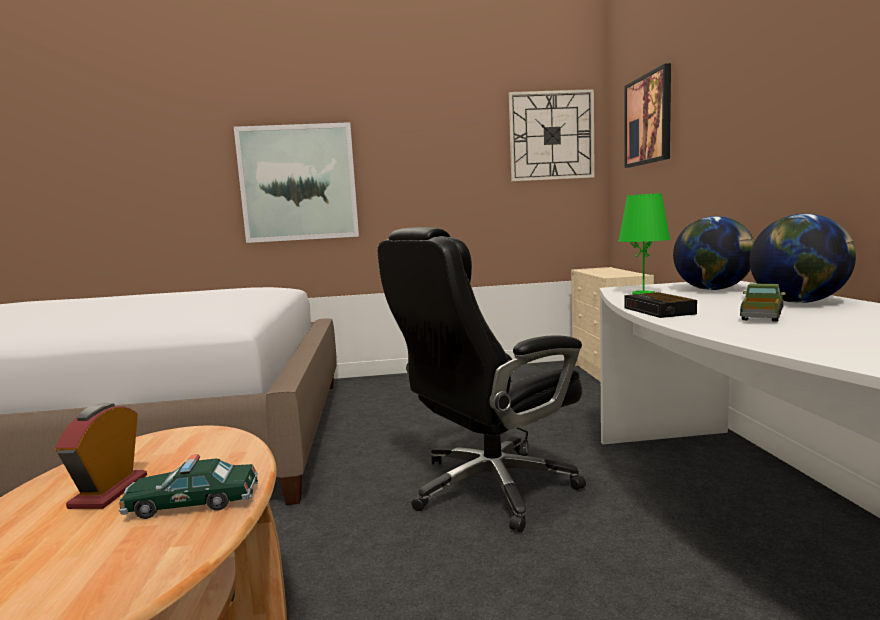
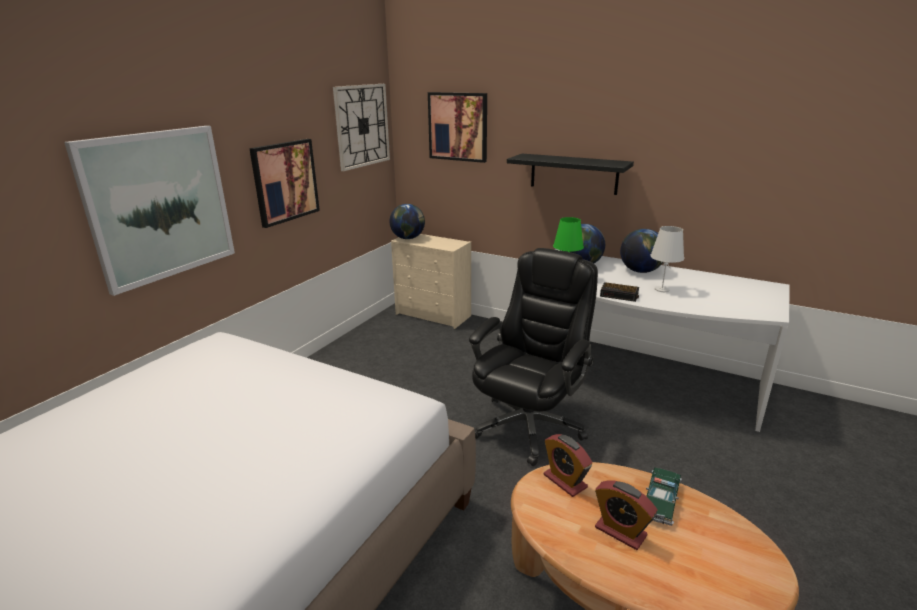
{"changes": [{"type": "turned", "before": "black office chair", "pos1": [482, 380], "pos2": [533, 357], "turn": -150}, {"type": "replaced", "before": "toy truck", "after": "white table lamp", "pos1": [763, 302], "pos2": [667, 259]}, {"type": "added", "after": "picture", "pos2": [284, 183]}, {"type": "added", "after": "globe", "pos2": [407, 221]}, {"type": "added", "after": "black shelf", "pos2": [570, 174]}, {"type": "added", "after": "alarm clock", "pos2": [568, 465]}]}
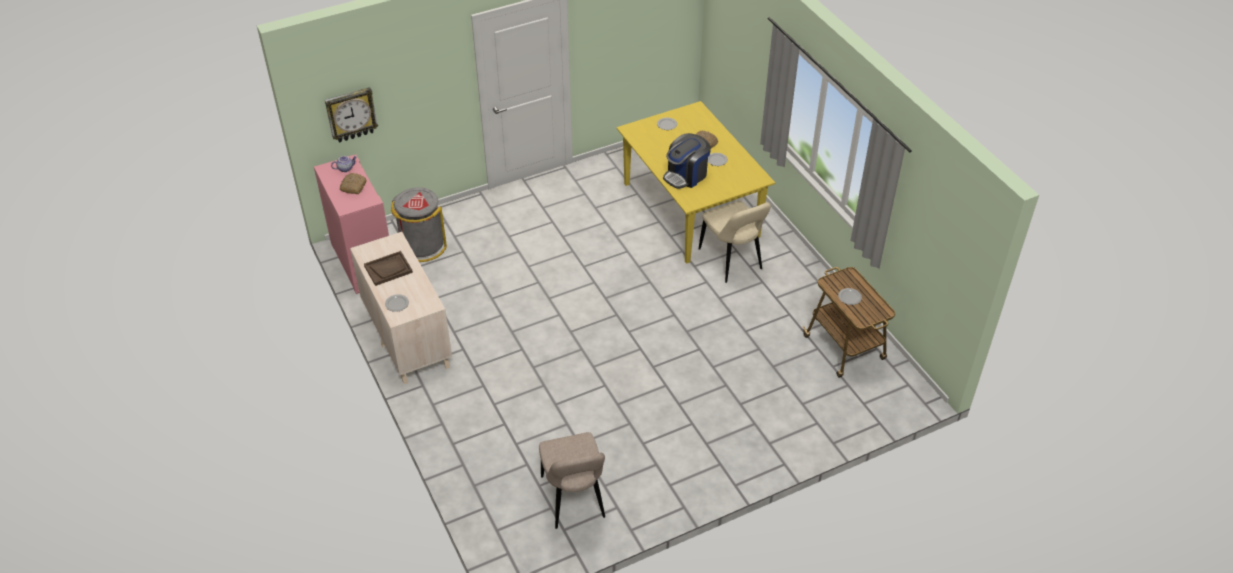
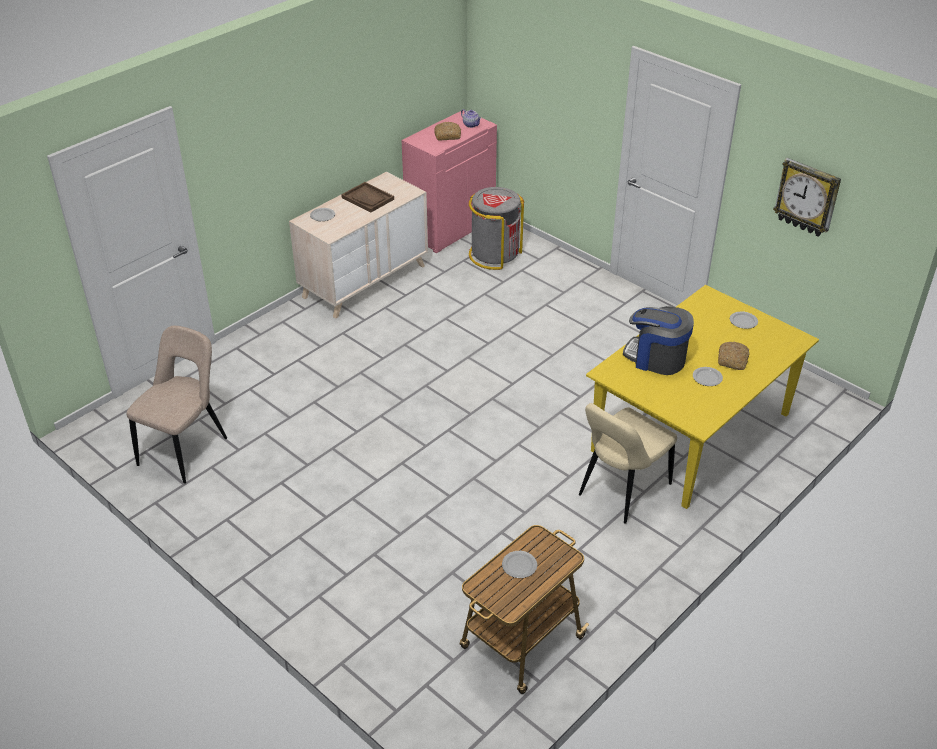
{"changes": [{"type": "moved", "before": "wall clock", "pos1": [351, 115], "pos2": [807, 197]}, {"type": "turned", "before": "beige chair", "pos1": [572, 480], "pos2": [177, 404], "turn": 150}]}
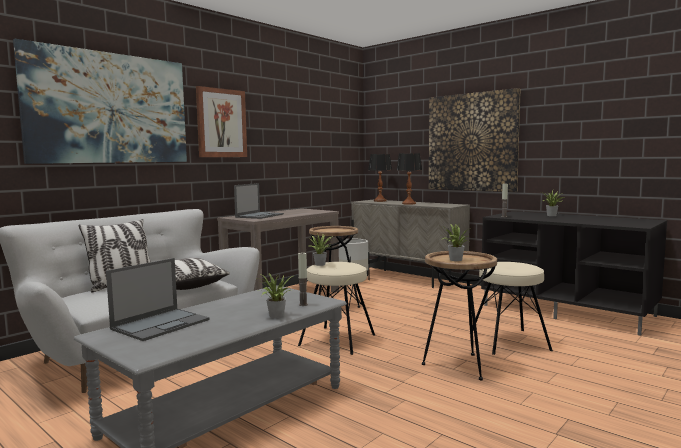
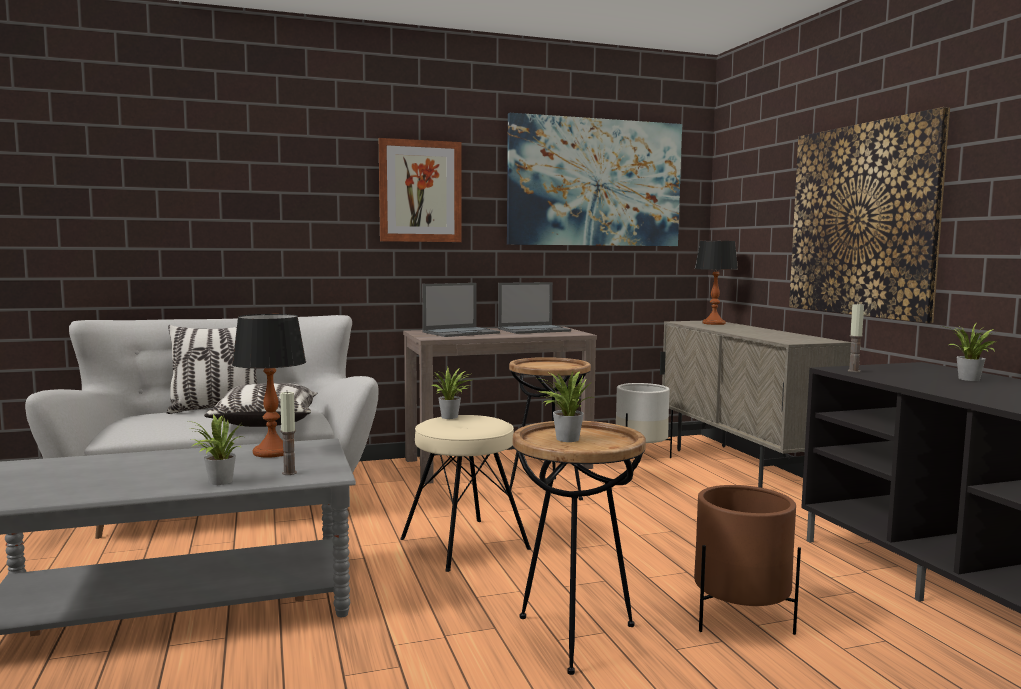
{"changes": [{"type": "moved", "before": "picture", "pos1": [100, 101], "pos2": [594, 179]}, {"type": "moved", "before": "laptop", "pos1": [158, 299], "pos2": [534, 308]}, {"type": "moved", "before": "table lamp", "pos1": [409, 179], "pos2": [269, 386]}, {"type": "replaced", "before": "beige stool", "after": "brown planter", "pos1": [513, 308], "pos2": [747, 560]}]}
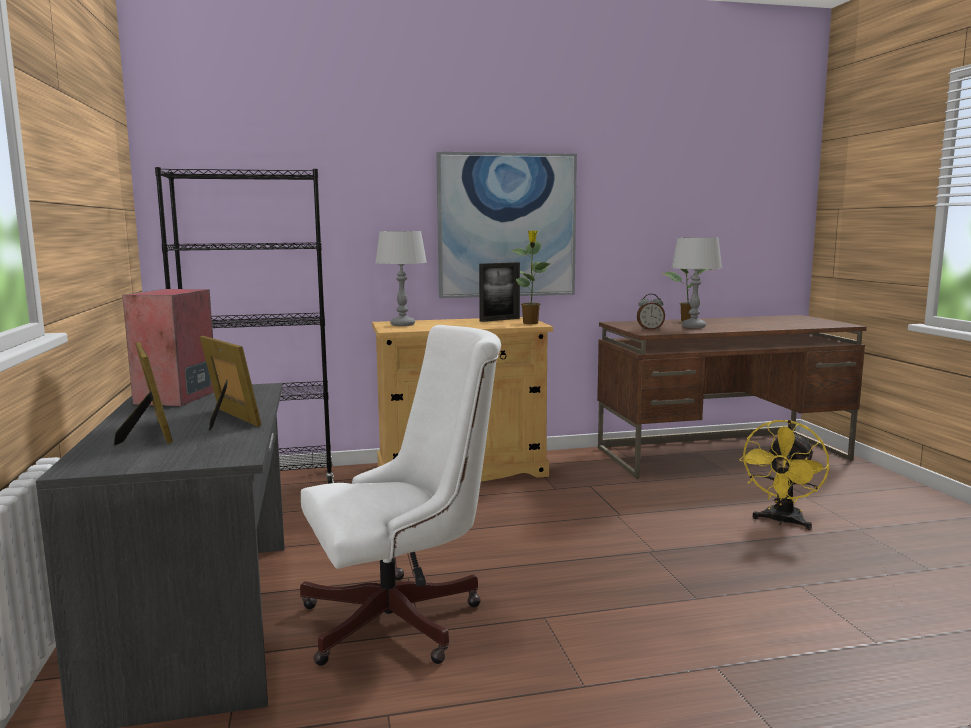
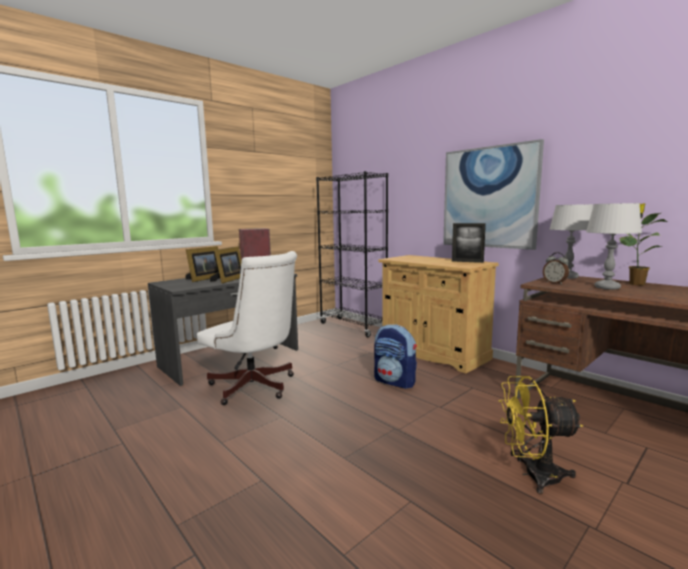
{"changes": [{"type": "moved", "before": "grey table lamp", "pos1": [401, 278], "pos2": [571, 241]}, {"type": "removed", "before": "potted plant", "pos1": [530, 277]}, {"type": "added", "after": "backpack", "pos2": [395, 356]}]}
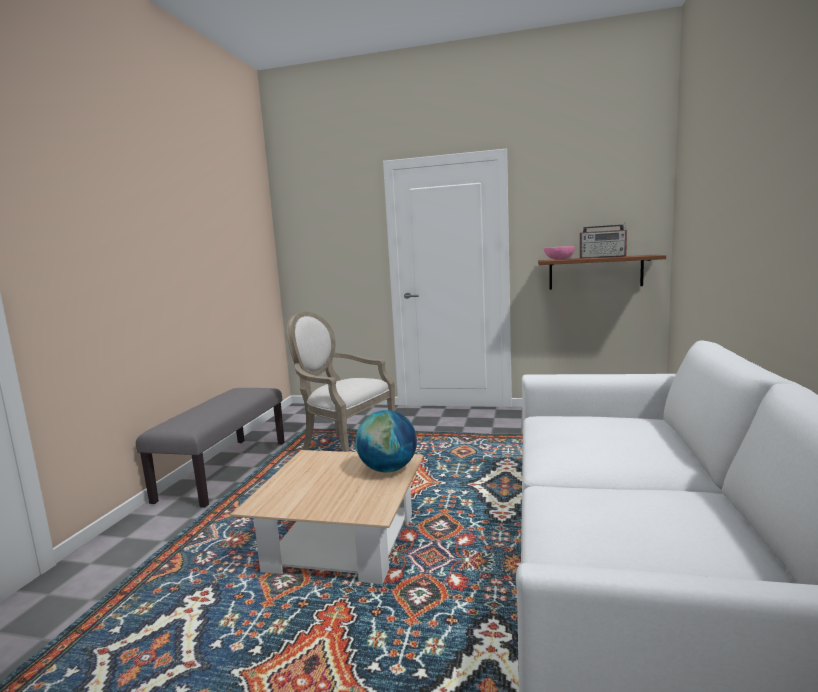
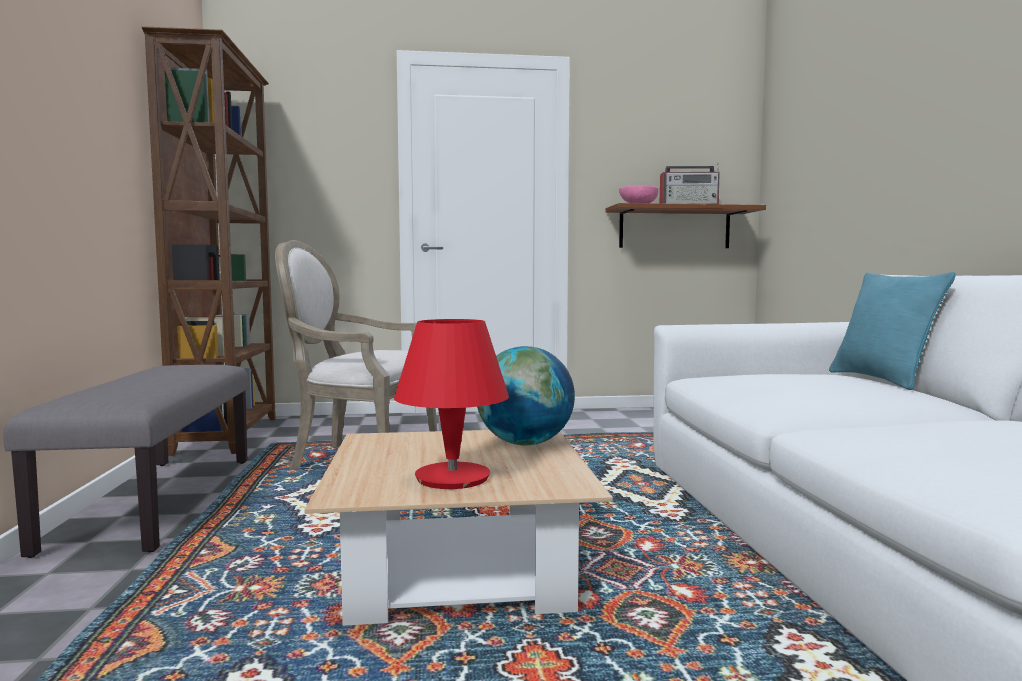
{"changes": [{"type": "added", "after": "brown bookcase", "pos2": [209, 241]}, {"type": "added", "after": "red table lamp", "pos2": [451, 404]}, {"type": "added", "after": "turquoise pillow", "pos2": [892, 331]}]}
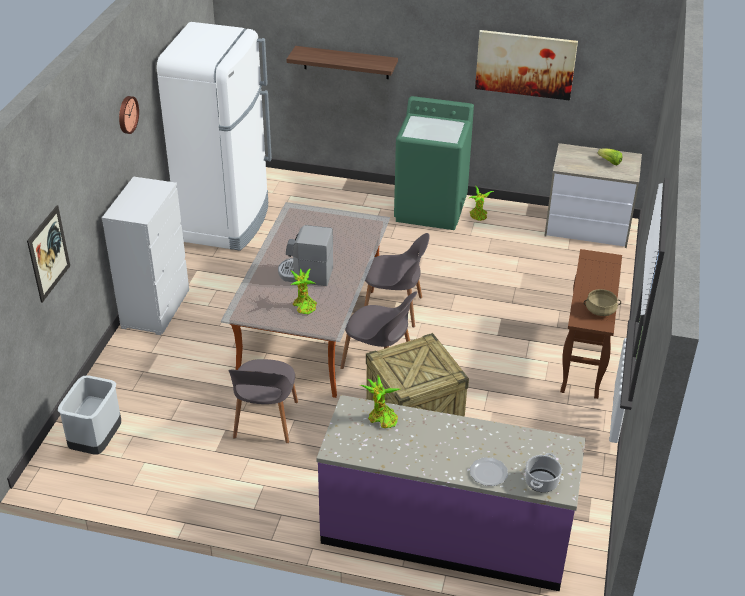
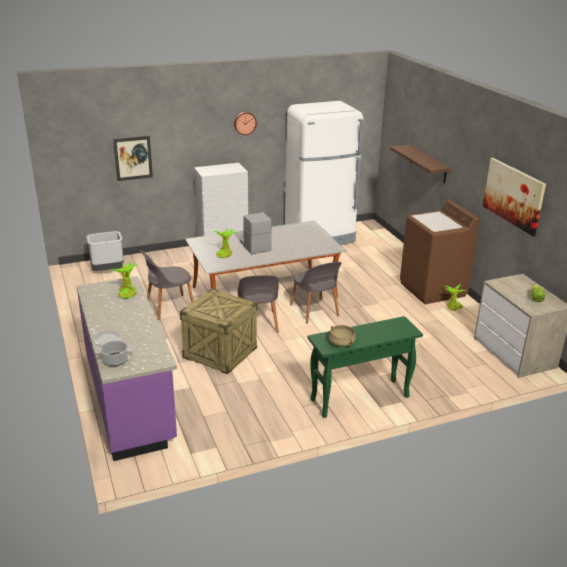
{"changes": [{"type": "recoloured", "before": "green washing machine", "after": "brown washing machine", "pos1": [434, 163], "pos2": [440, 252]}, {"type": "recoloured", "before": "brown console table", "after": "green console table", "pos1": [591, 324], "pos2": [365, 367]}]}
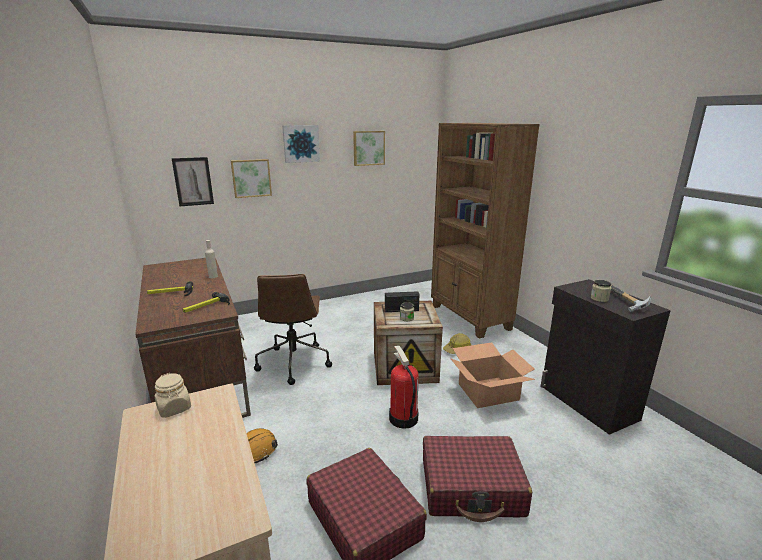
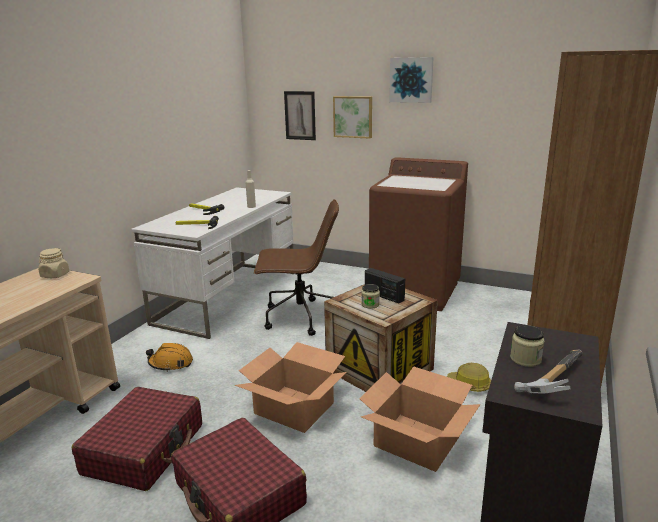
{"changes": [{"type": "recoloured", "before": "brown desk", "after": "white desk", "pos1": [193, 338], "pos2": [212, 263]}, {"type": "turned", "before": "brown office chair", "pos1": [293, 329], "pos2": [296, 267], "turn": -135}, {"type": "removed", "before": "picture", "pos1": [369, 148]}, {"type": "replaced", "before": "fire extinguisher", "after": "cardboard box", "pos1": [404, 387], "pos2": [291, 387]}, {"type": "added", "after": "brown washing machine", "pos2": [418, 234]}]}
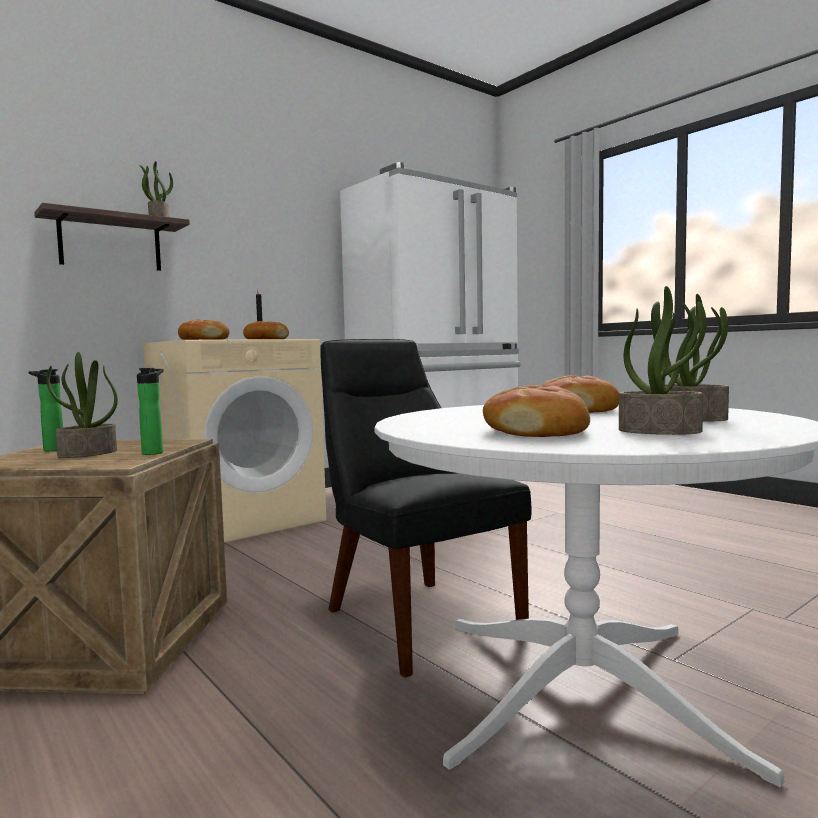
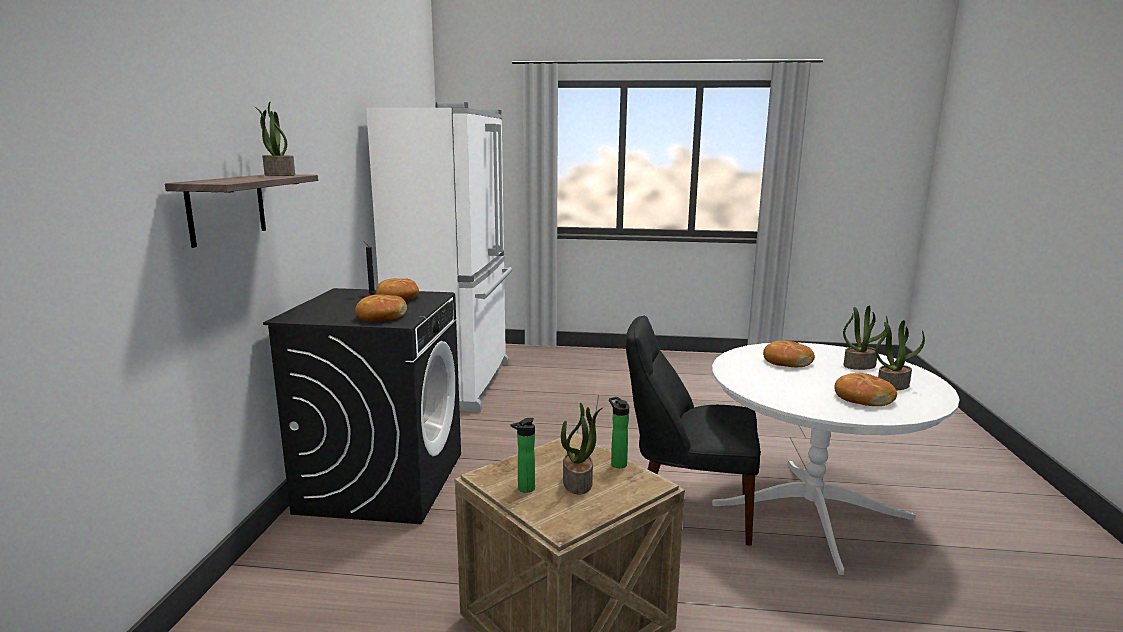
{"changes": [{"type": "recoloured", "before": "beige washing machine", "after": "black washing machine", "pos1": [234, 441], "pos2": [362, 406]}]}
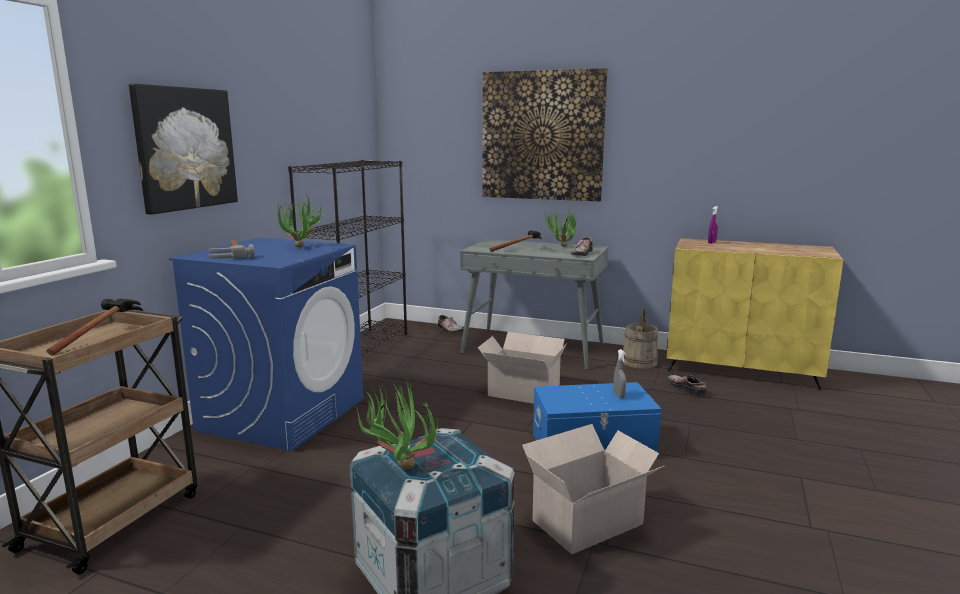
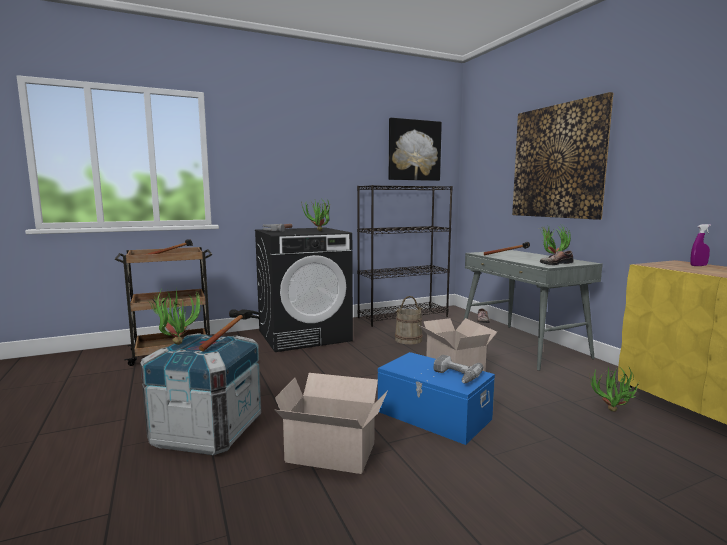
{"changes": [{"type": "moved", "before": "picture", "pos1": [183, 149], "pos2": [415, 149]}, {"type": "recoloured", "before": "blue washing machine", "after": "black washing machine", "pos1": [266, 344], "pos2": [304, 290]}, {"type": "replaced", "before": "grey spray bottle", "after": "power drill", "pos1": [619, 373], "pos2": [458, 369]}, {"type": "moved", "before": "beige bucket", "pos1": [640, 338], "pos2": [409, 320]}, {"type": "replaced", "before": "shoe", "after": "potted plant", "pos1": [687, 385], "pos2": [614, 389]}, {"type": "added", "after": "hammer", "pos2": [229, 330]}]}
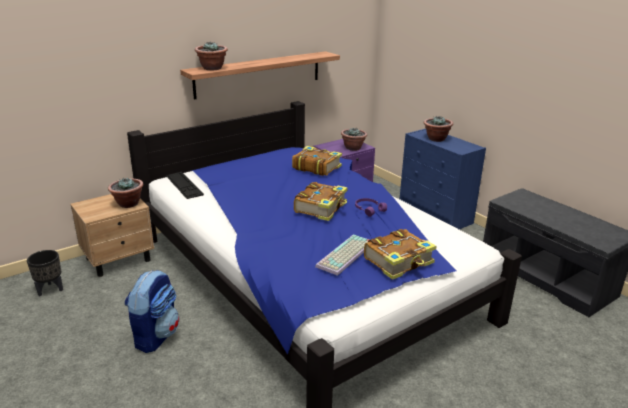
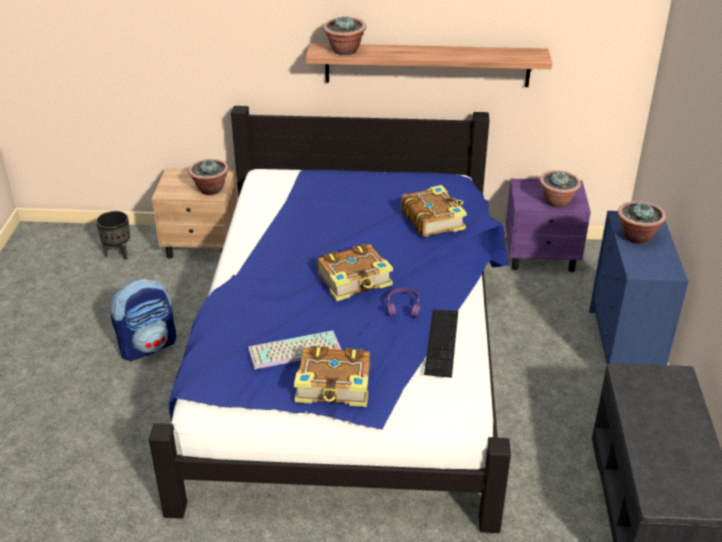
{"changes": [{"type": "moved", "before": "keyboard", "pos1": [185, 185], "pos2": [441, 344]}]}
